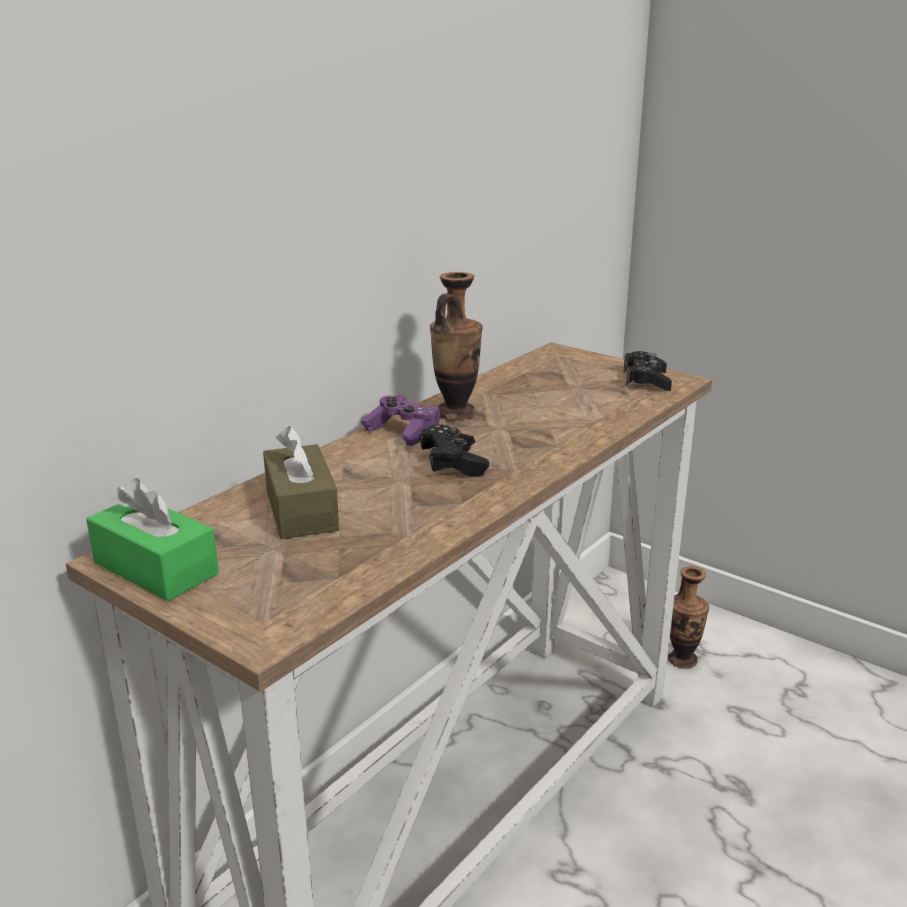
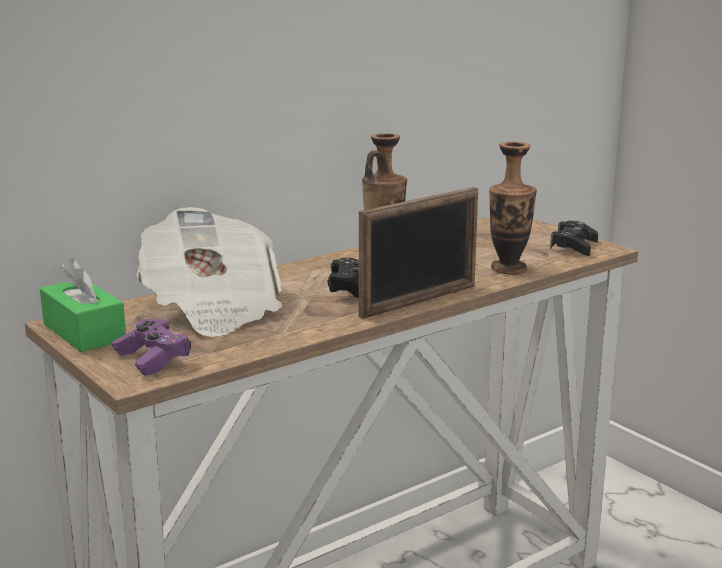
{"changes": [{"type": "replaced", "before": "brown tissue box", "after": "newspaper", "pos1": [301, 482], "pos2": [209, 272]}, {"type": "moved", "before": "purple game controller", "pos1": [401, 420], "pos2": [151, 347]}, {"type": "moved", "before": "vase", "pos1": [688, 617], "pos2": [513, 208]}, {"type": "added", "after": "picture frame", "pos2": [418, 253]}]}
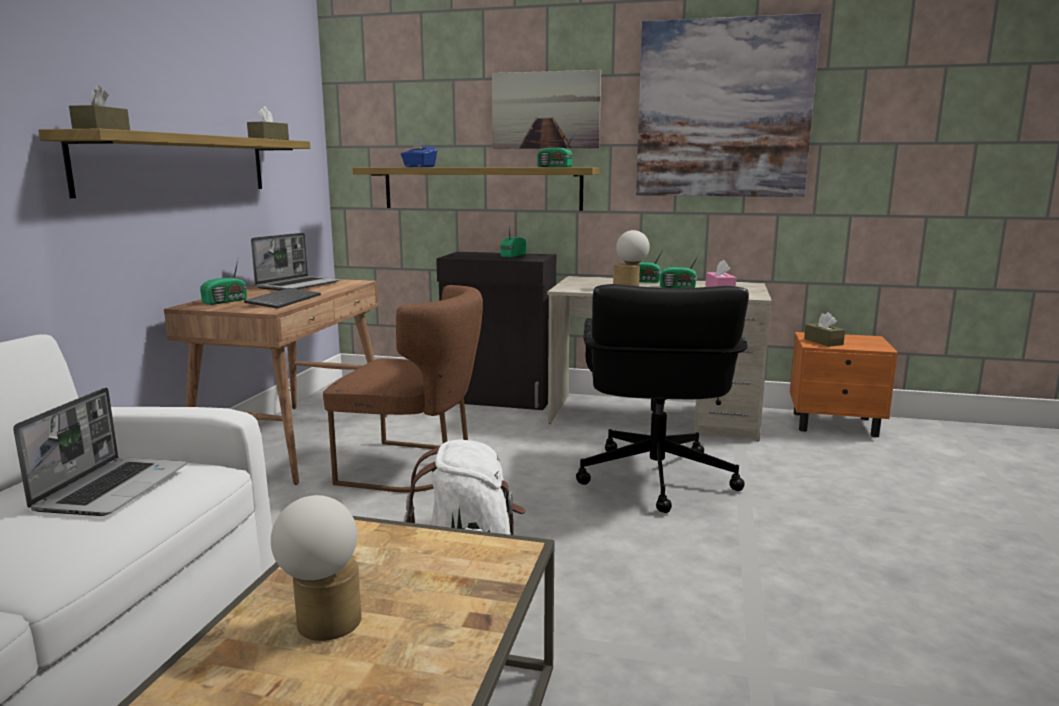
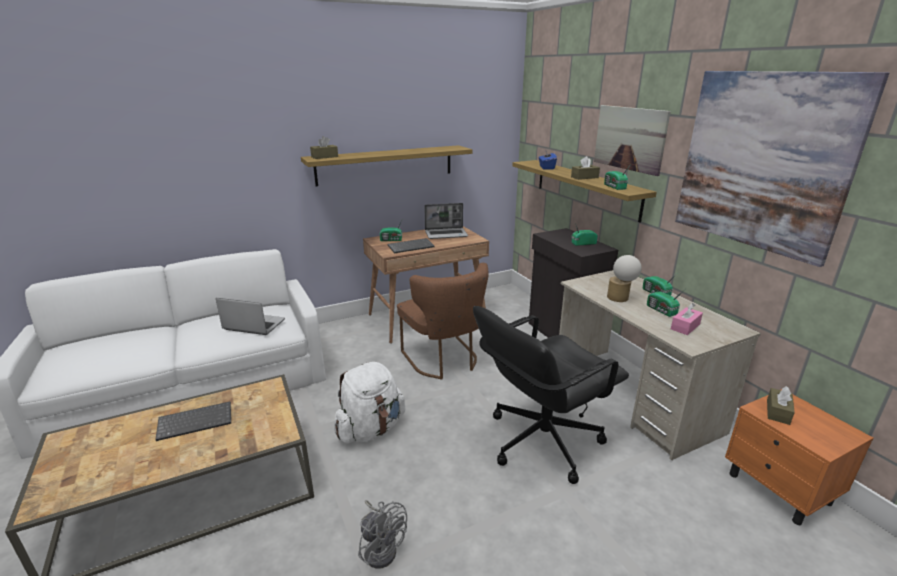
{"changes": [{"type": "turned", "before": "laptop", "pos1": [100, 451], "pos2": [250, 316], "turn": -135}, {"type": "moved", "before": "brown tissue box", "pos1": [268, 123], "pos2": [585, 168]}, {"type": "replaced", "before": "table lamp", "after": "keyboard", "pos1": [316, 568], "pos2": [193, 421]}, {"type": "added", "after": "grey fan", "pos2": [382, 534]}]}
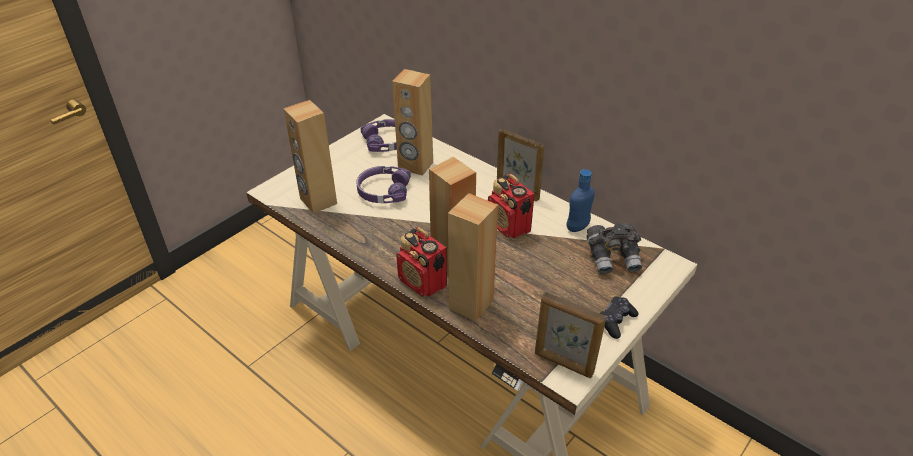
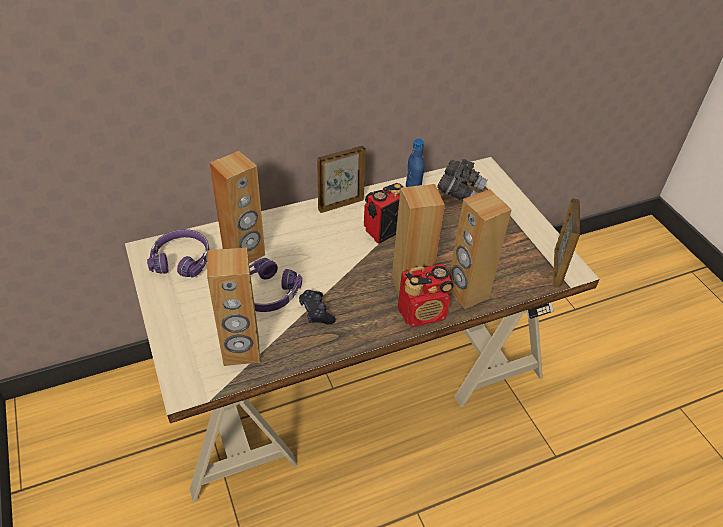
{"changes": [{"type": "turned", "before": "radio", "pos1": [511, 206], "pos2": [384, 213], "turn": 150}, {"type": "turned", "before": "picture frame", "pos1": [570, 335], "pos2": [566, 242], "turn": -45}, {"type": "moved", "before": "black game controller", "pos1": [619, 317], "pos2": [317, 307]}]}
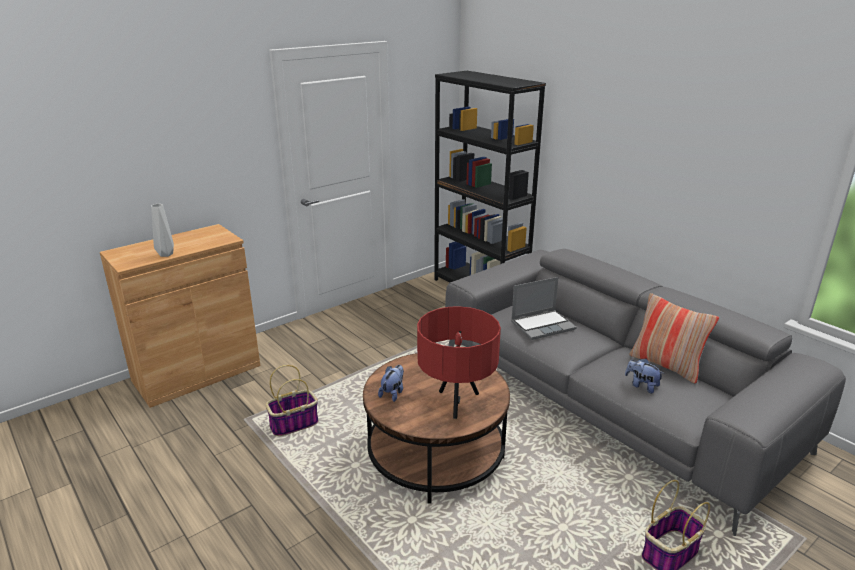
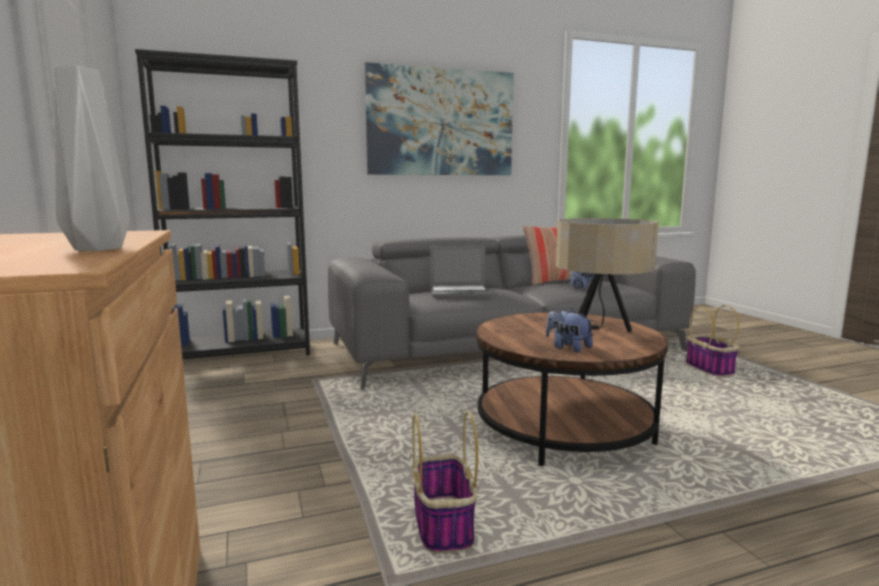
{"changes": [{"type": "recoloured", "before": "red table lamp", "after": "beige table lamp", "pos1": [459, 362], "pos2": [607, 275]}, {"type": "turned", "before": "laptop", "pos1": [544, 308], "pos2": [460, 272], "turn": 90}, {"type": "added", "after": "picture", "pos2": [439, 118]}]}
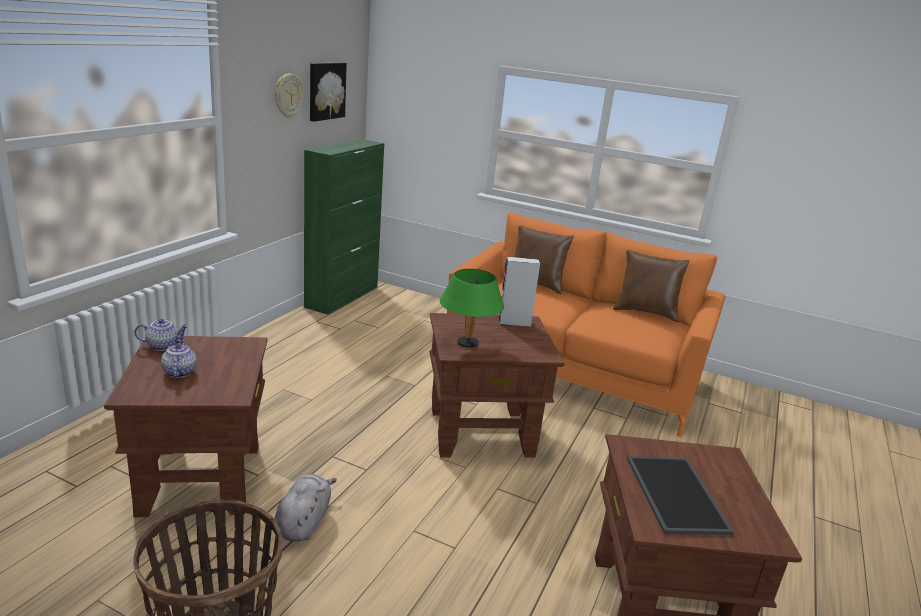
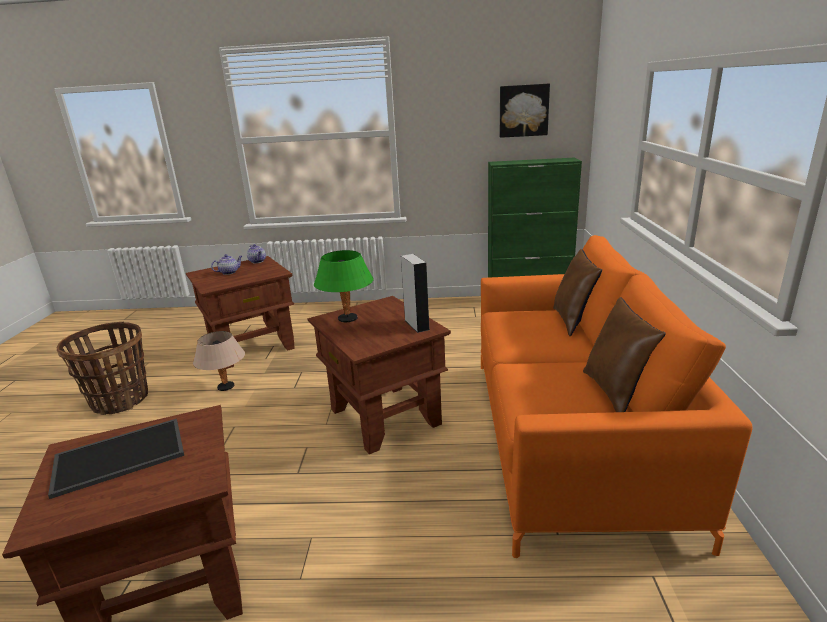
{"changes": [{"type": "replaced", "before": "grey plush toy", "after": "beige table lamp", "pos1": [305, 508], "pos2": [219, 361]}, {"type": "removed", "before": "wall clock", "pos1": [289, 96]}]}
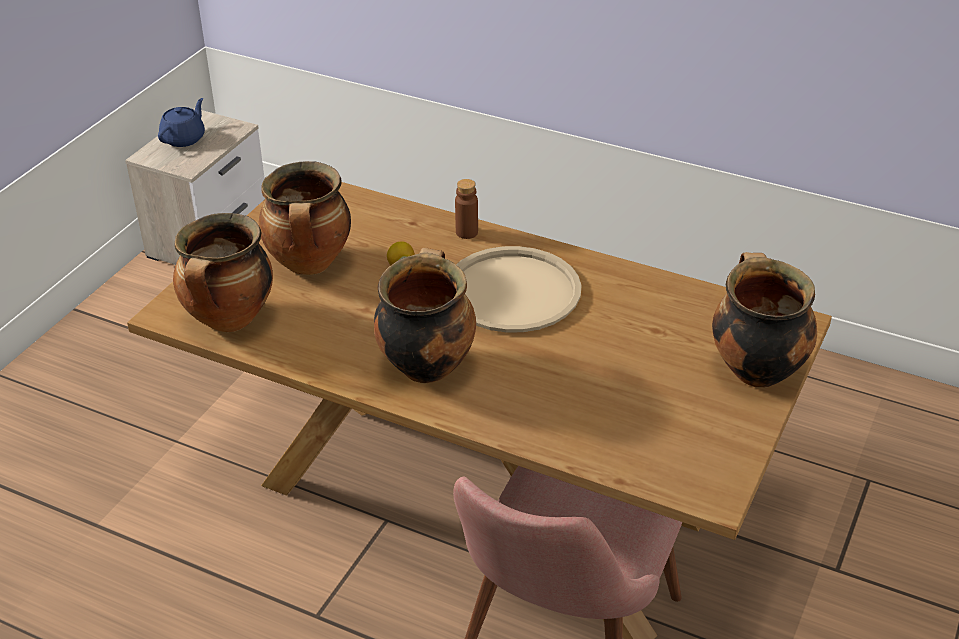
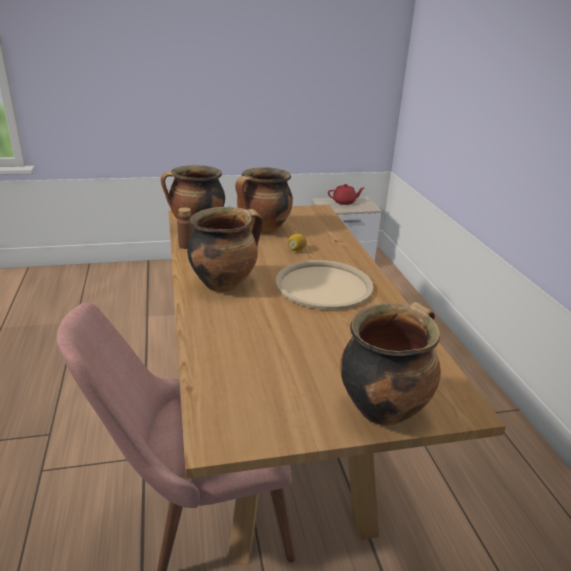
{"changes": [{"type": "recoloured", "before": "blue teapot", "after": "red teapot", "pos1": [181, 122], "pos2": [346, 194]}, {"type": "moved", "before": "brown bottle", "pos1": [466, 209], "pos2": [185, 228]}]}
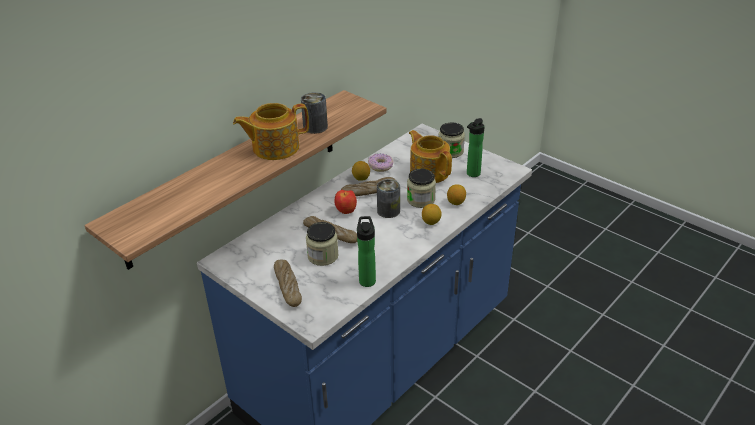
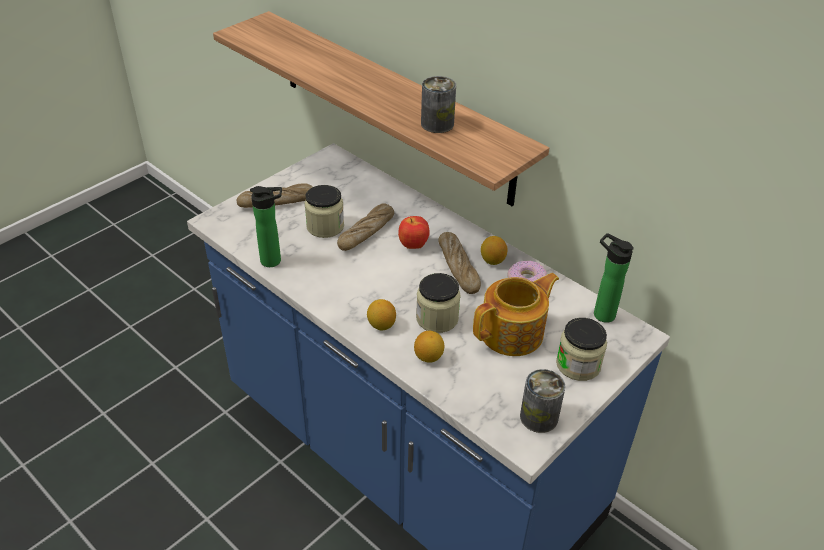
{"changes": [{"type": "removed", "before": "teapot", "pos1": [271, 131]}, {"type": "moved", "before": "can", "pos1": [388, 198], "pos2": [543, 401]}, {"type": "moved", "before": "bottle", "pos1": [476, 147], "pos2": [614, 278]}]}
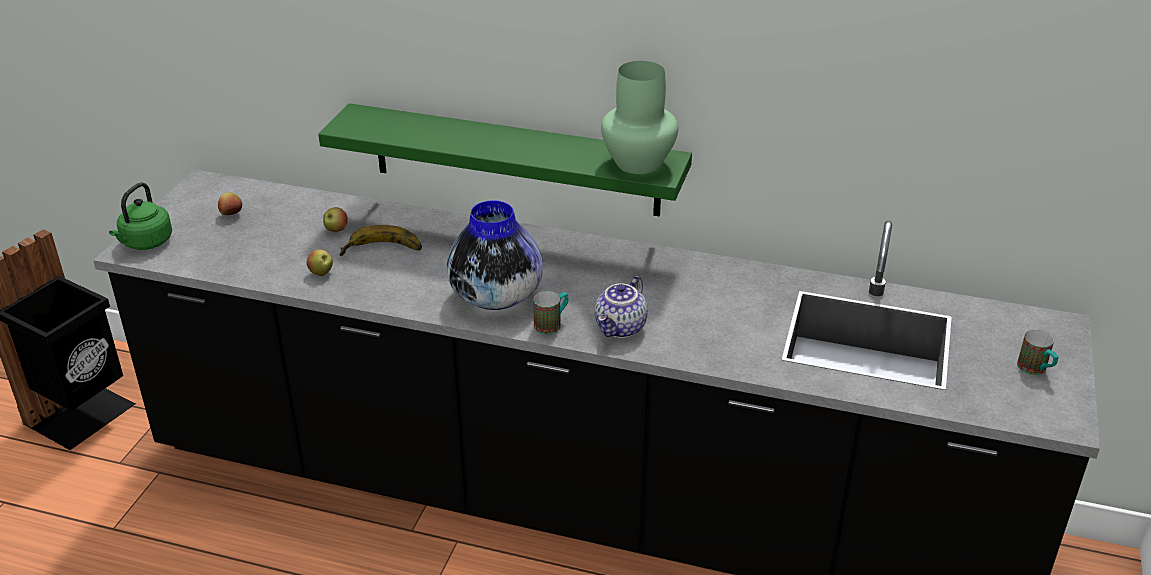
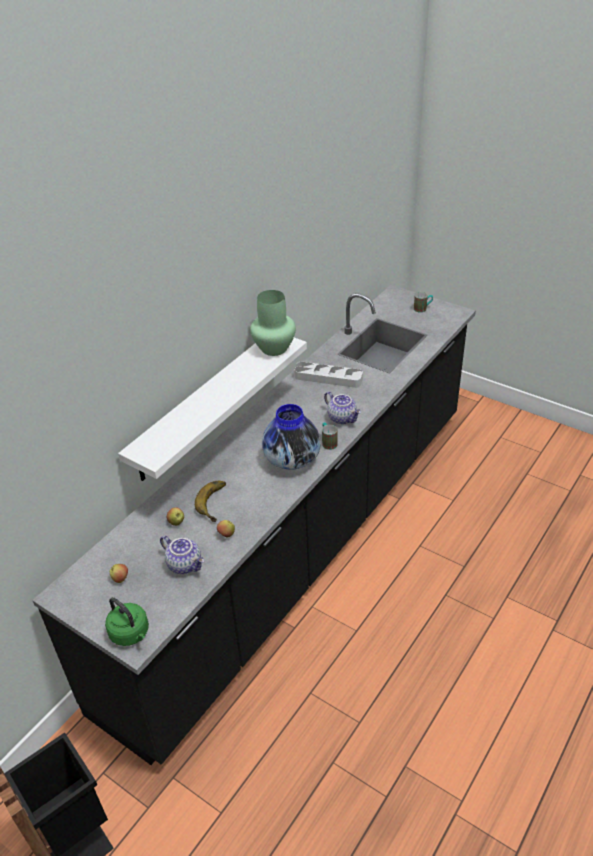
{"changes": [{"type": "recoloured", "before": "green shelf", "after": "white shelf", "pos1": [505, 160], "pos2": [212, 409]}, {"type": "added", "after": "teapot", "pos2": [182, 554]}, {"type": "added", "after": "grey tray", "pos2": [328, 375]}]}
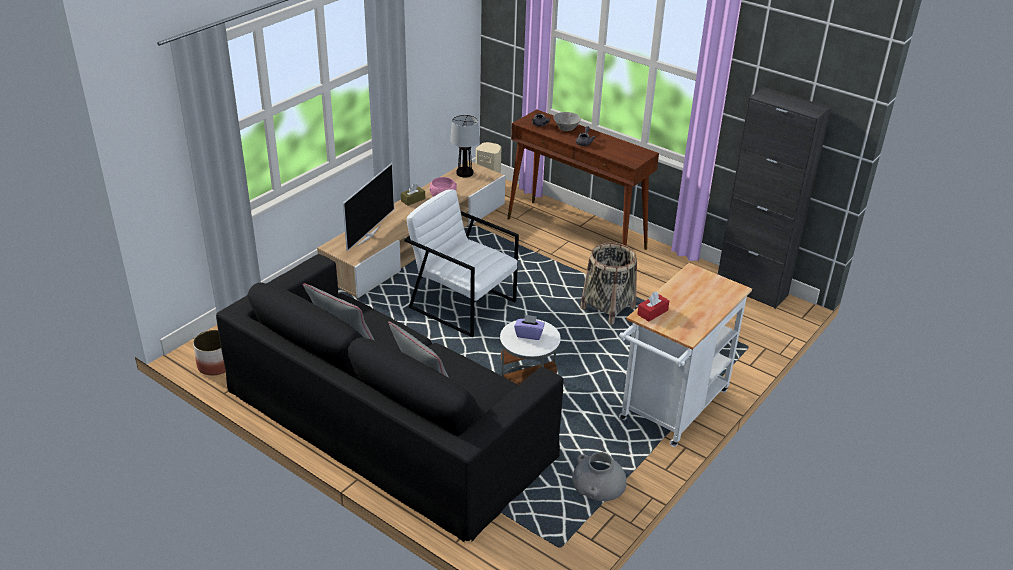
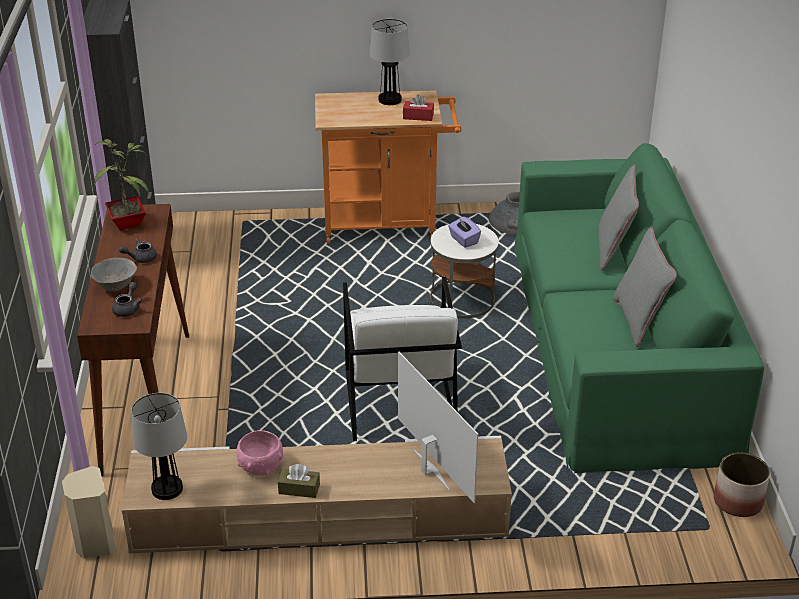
{"changes": [{"type": "recoloured", "before": "black sofa", "after": "green sofa", "pos1": [390, 398], "pos2": [639, 308]}, {"type": "turned", "before": "television", "pos1": [368, 207], "pos2": [438, 427], "turn": 75}, {"type": "removed", "before": "basket", "pos1": [608, 283]}, {"type": "recoloured", "before": "white cart", "after": "orange cart", "pos1": [685, 355], "pos2": [388, 167]}, {"type": "added", "after": "potted plant", "pos2": [121, 184]}, {"type": "added", "after": "table lamp", "pos2": [390, 62]}]}
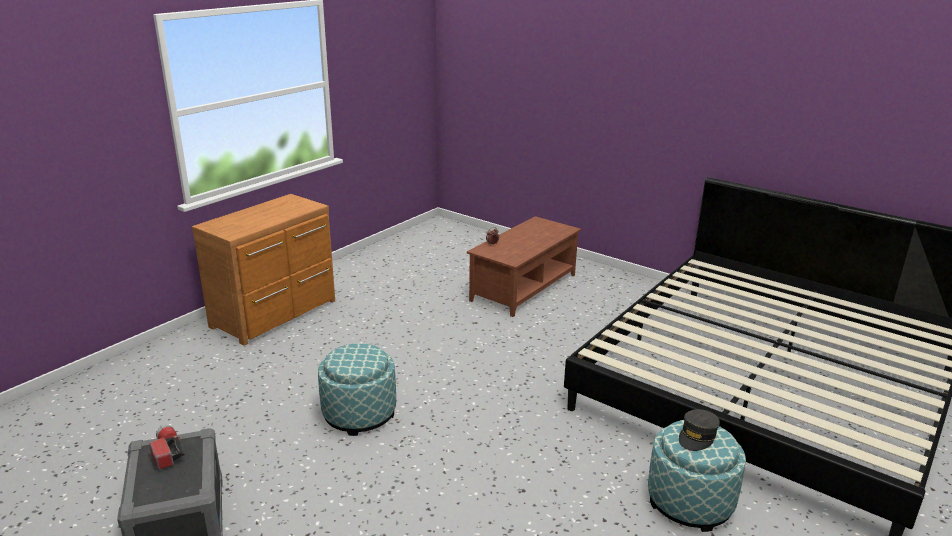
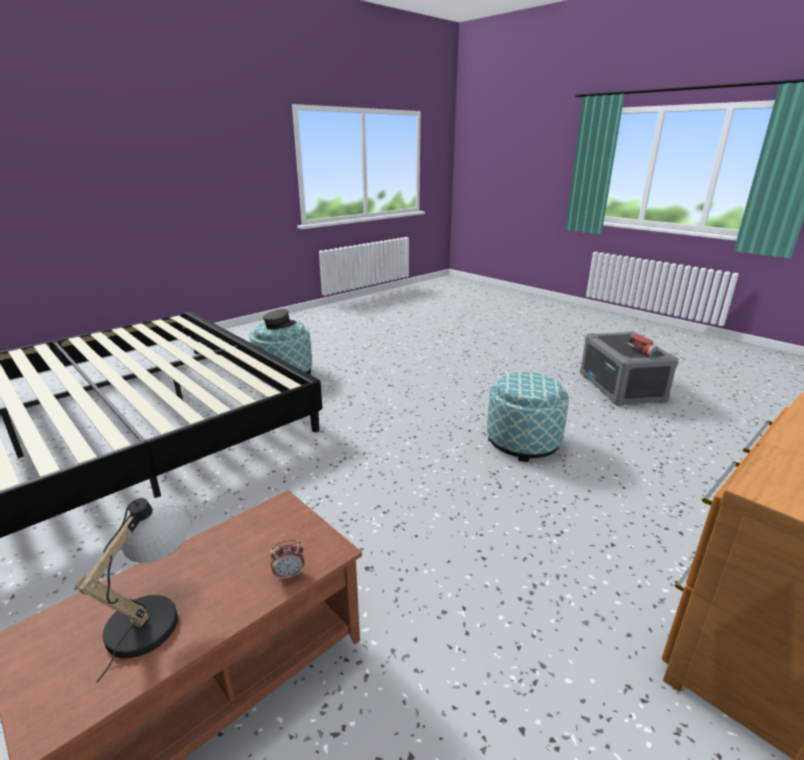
{"changes": [{"type": "added", "after": "table lamp", "pos2": [133, 590]}]}
